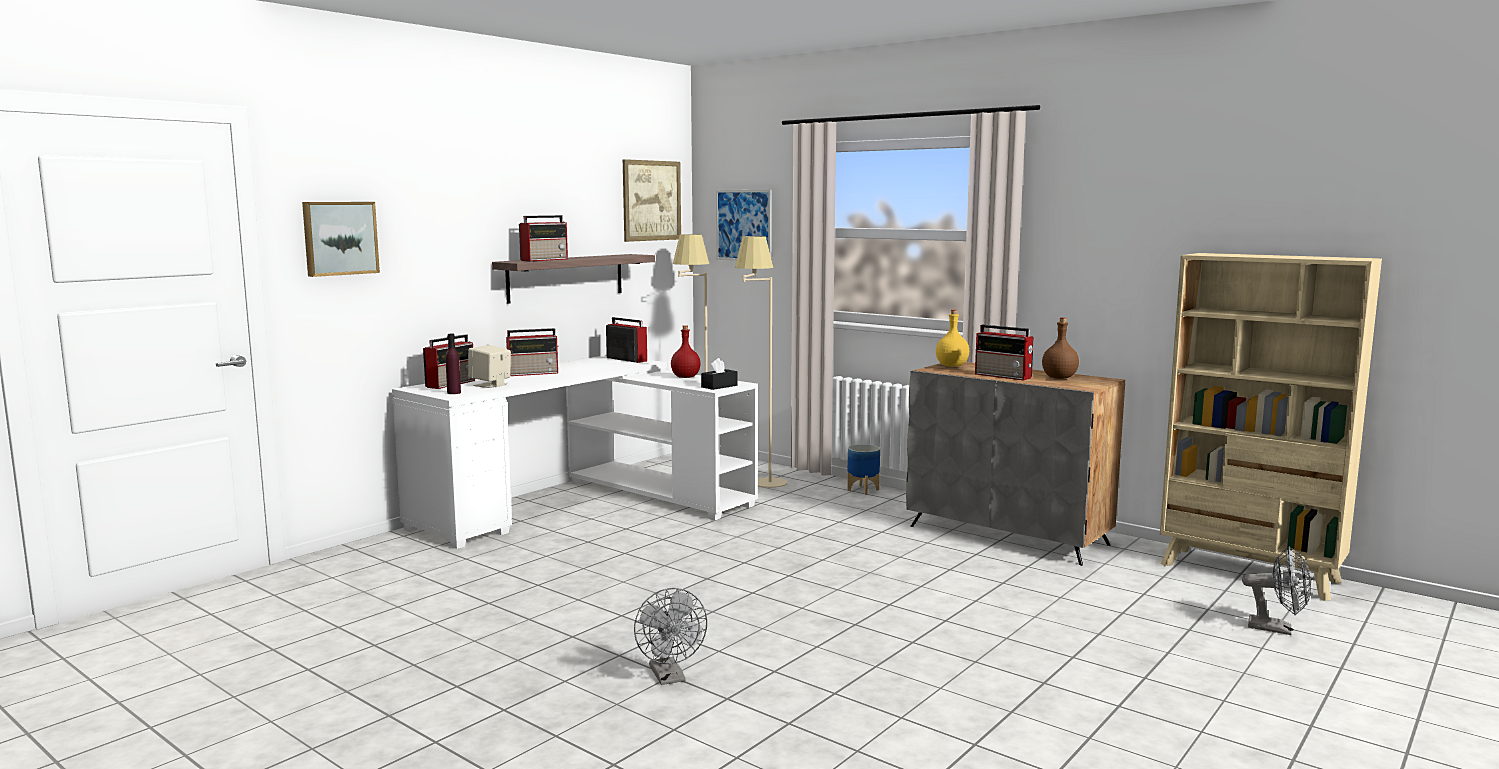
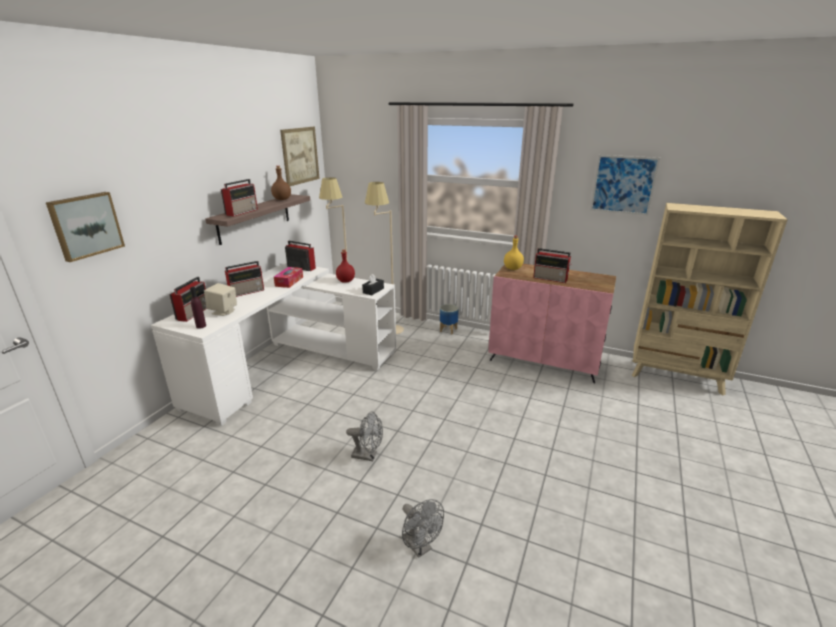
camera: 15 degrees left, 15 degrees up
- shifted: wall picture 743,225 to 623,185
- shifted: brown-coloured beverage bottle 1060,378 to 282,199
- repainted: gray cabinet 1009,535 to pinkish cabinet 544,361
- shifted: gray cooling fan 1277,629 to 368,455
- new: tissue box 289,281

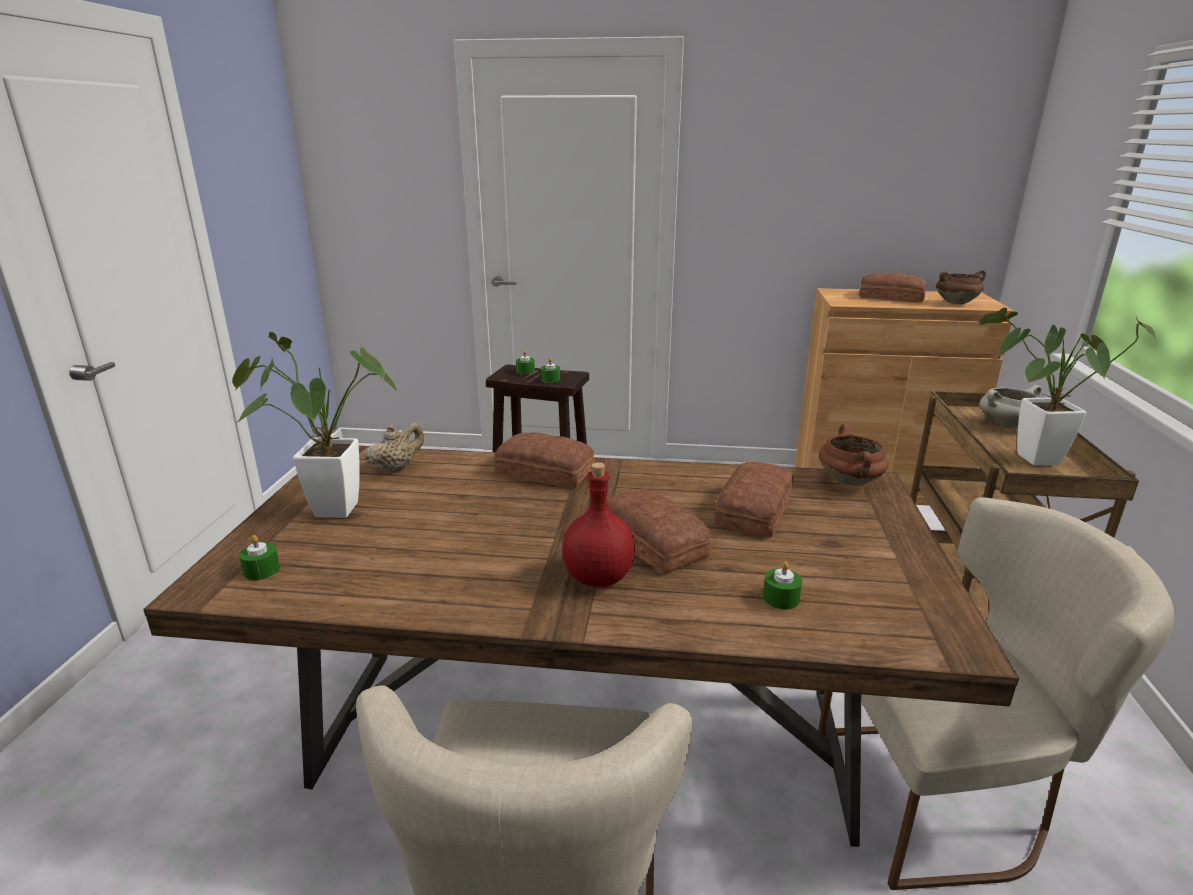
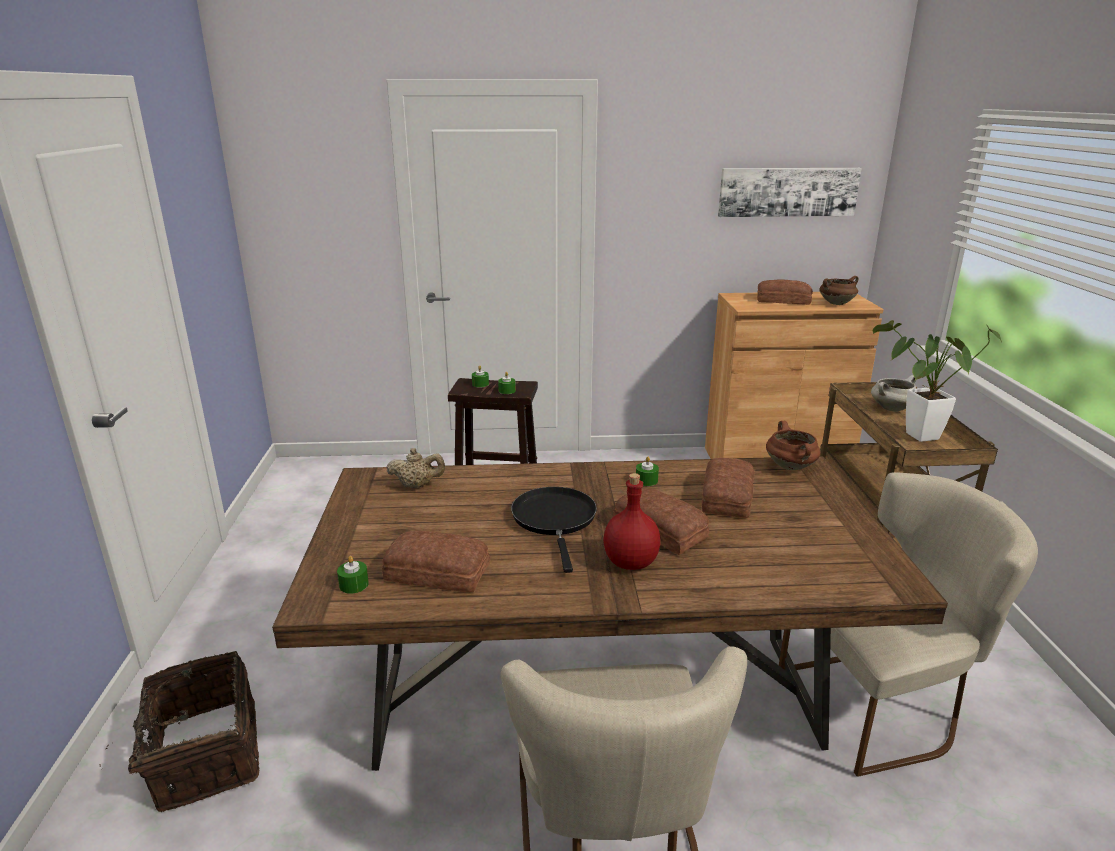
camera: 10 degrees left, 0 degrees up
- gone: houseplant 326,509
- rotated: sand-coloured teapot 397,468 = 417,485 60 degrees clockwise
- shifted: bakery bread 545,472 to 437,573
- shifted: green-coloured candle 781,598 to 646,480
- new: wall picture 787,192
- new: black-coloured frying pan 555,520
- new: basket 203,756

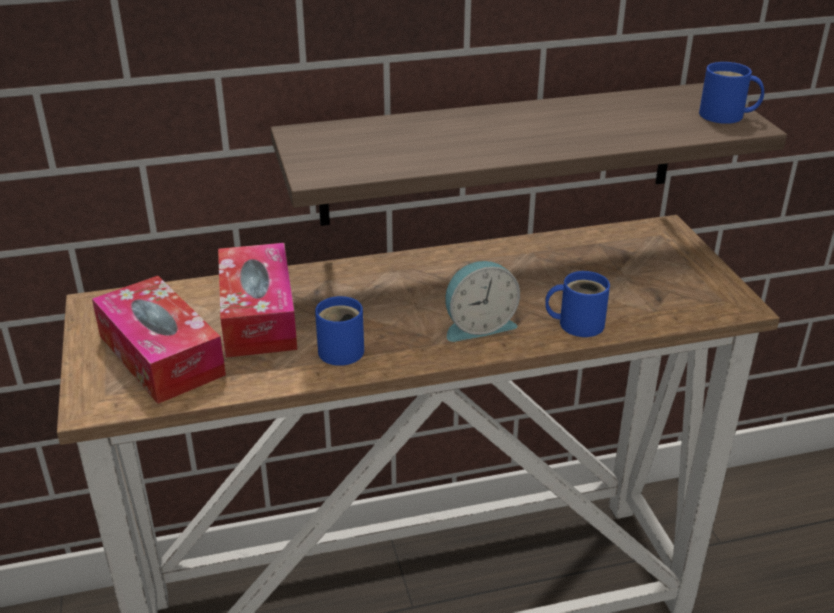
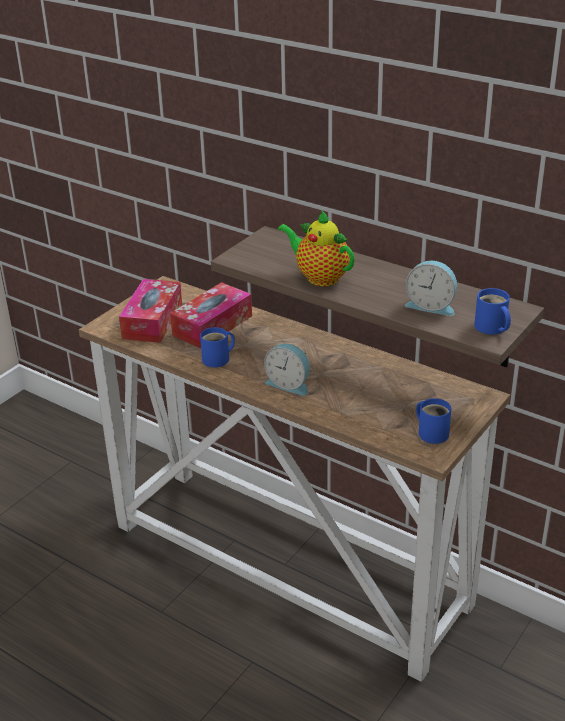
camera: 50 degrees right, 0 degrees up
- shifted: blue-coloured tea mug 577,323 to 432,432
- new: teapot 319,277
- new: alarm clock 431,306

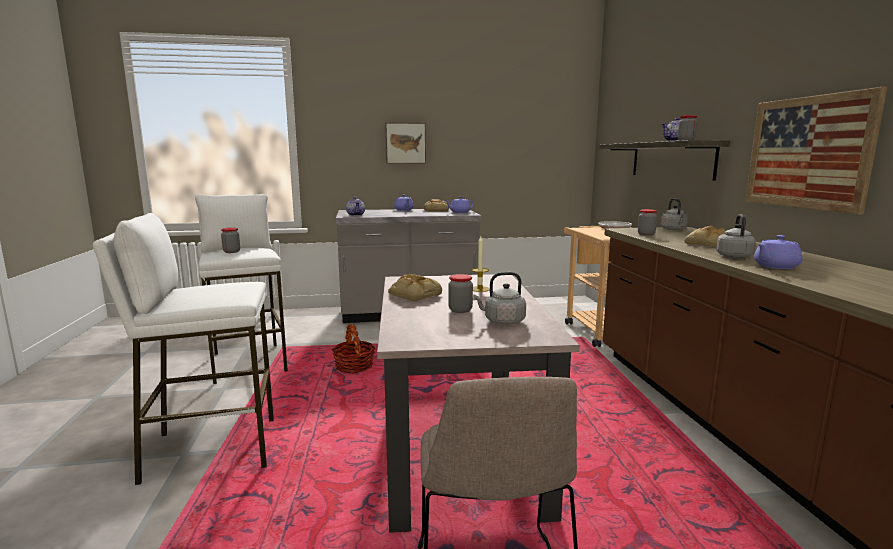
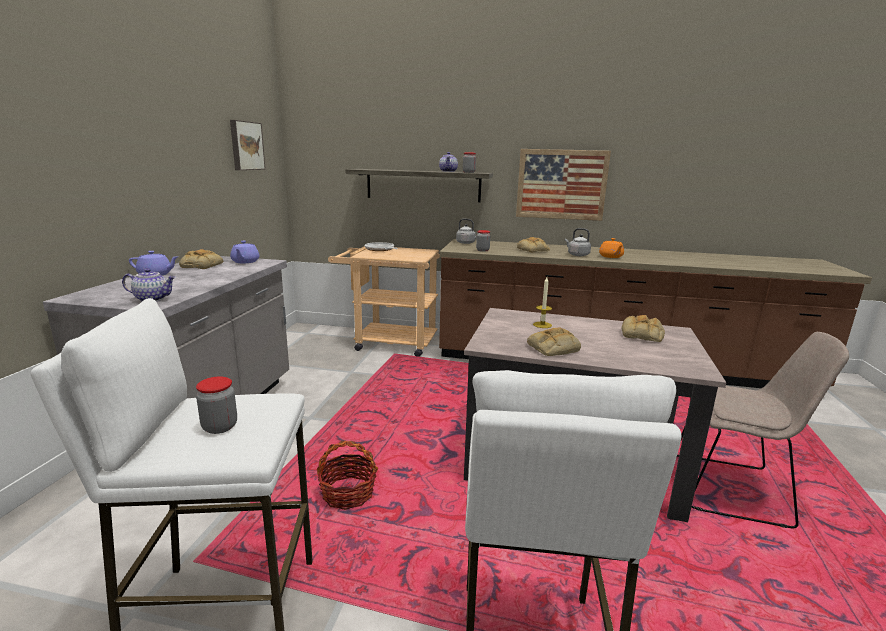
camera: 70 degrees left, 5 degrees up
- shifted: wall picture 405,143 to 246,145
- repainted: purple-coloured teapot 775,266 to orange teapot 611,257
- swapped: gray water kettle 502,321 to bakery bread 642,335
- gone: preserve jar 460,310

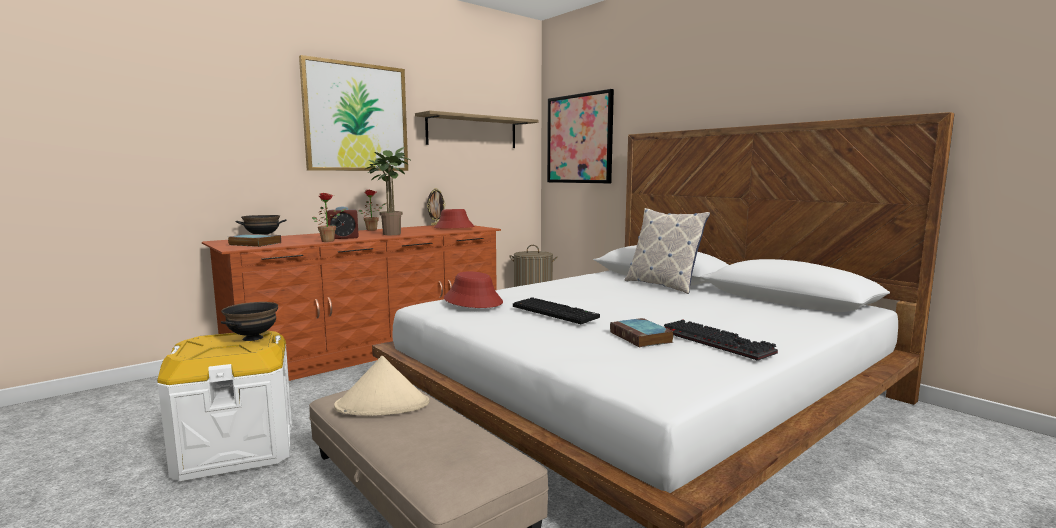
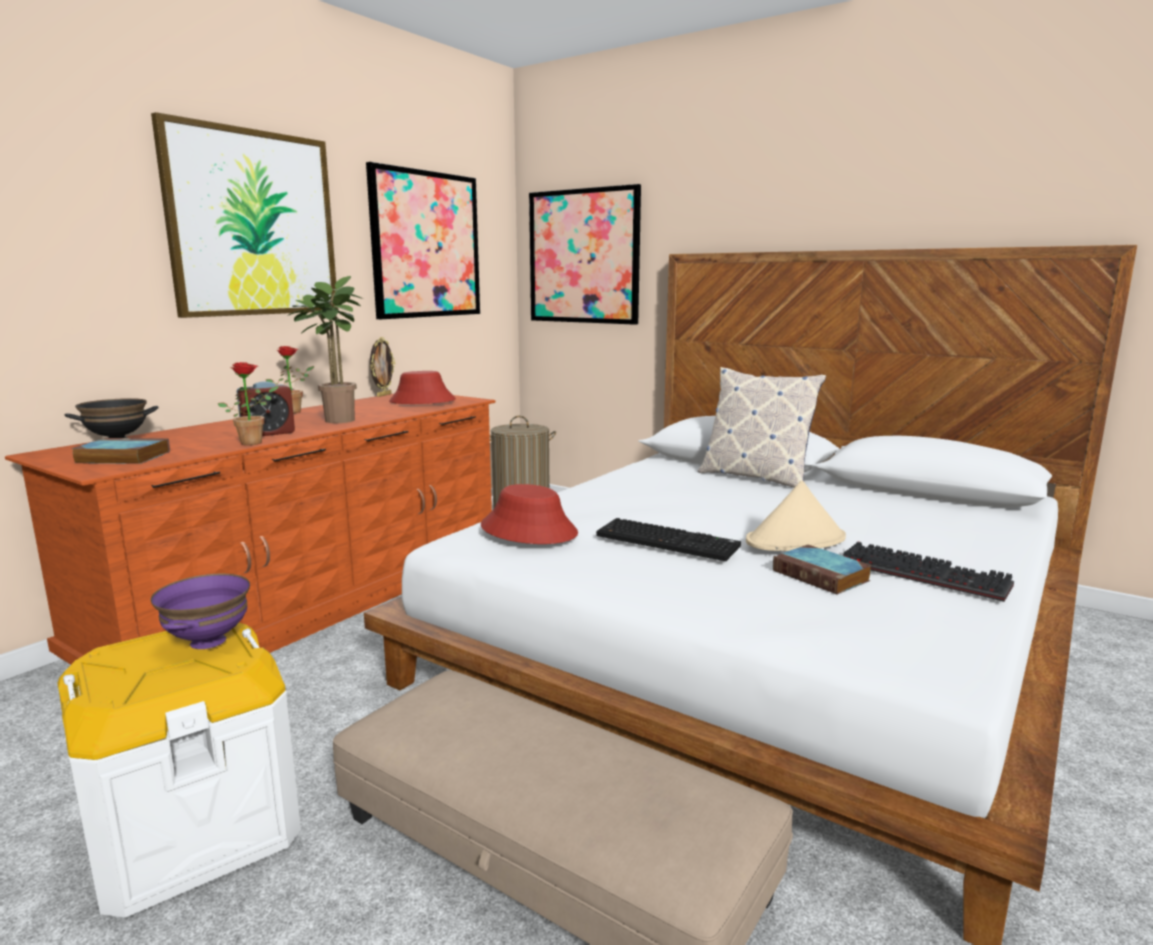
camera: 15 degrees left, 5 degrees up
- swapped: wall shelf 472,132 to wall picture 426,245
- repainted: black-coloured bowl 253,338 to purple-coloured bowl 209,641
- shifted: sand-coloured wearable hat 383,405 to 796,540

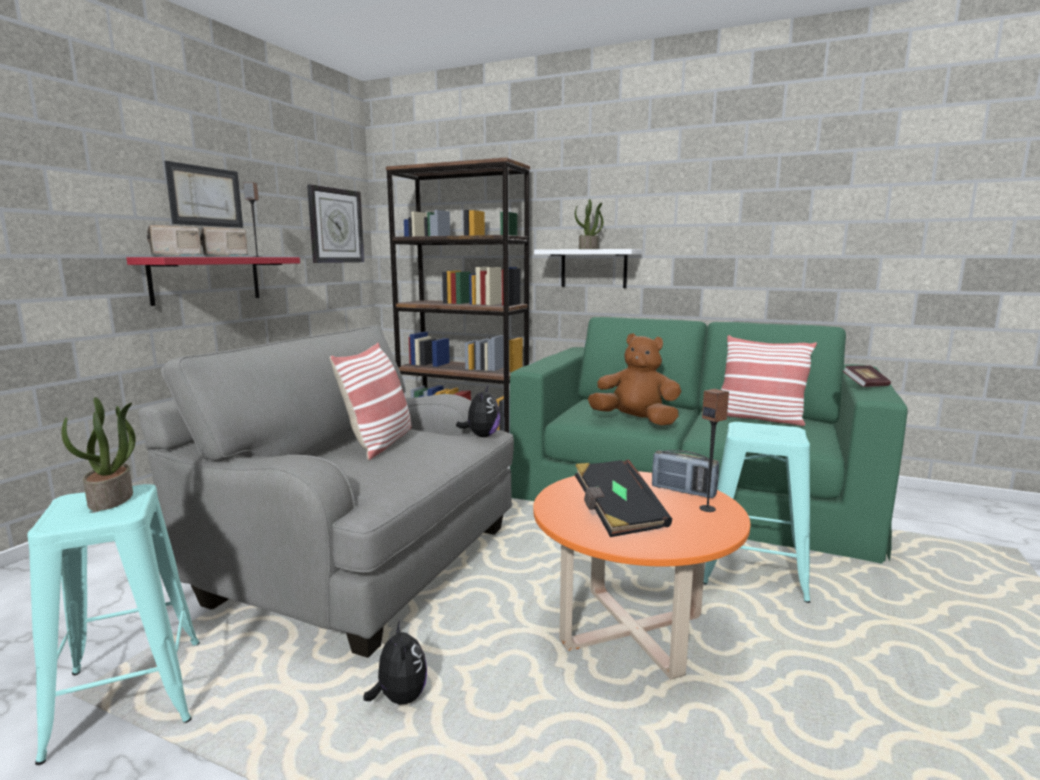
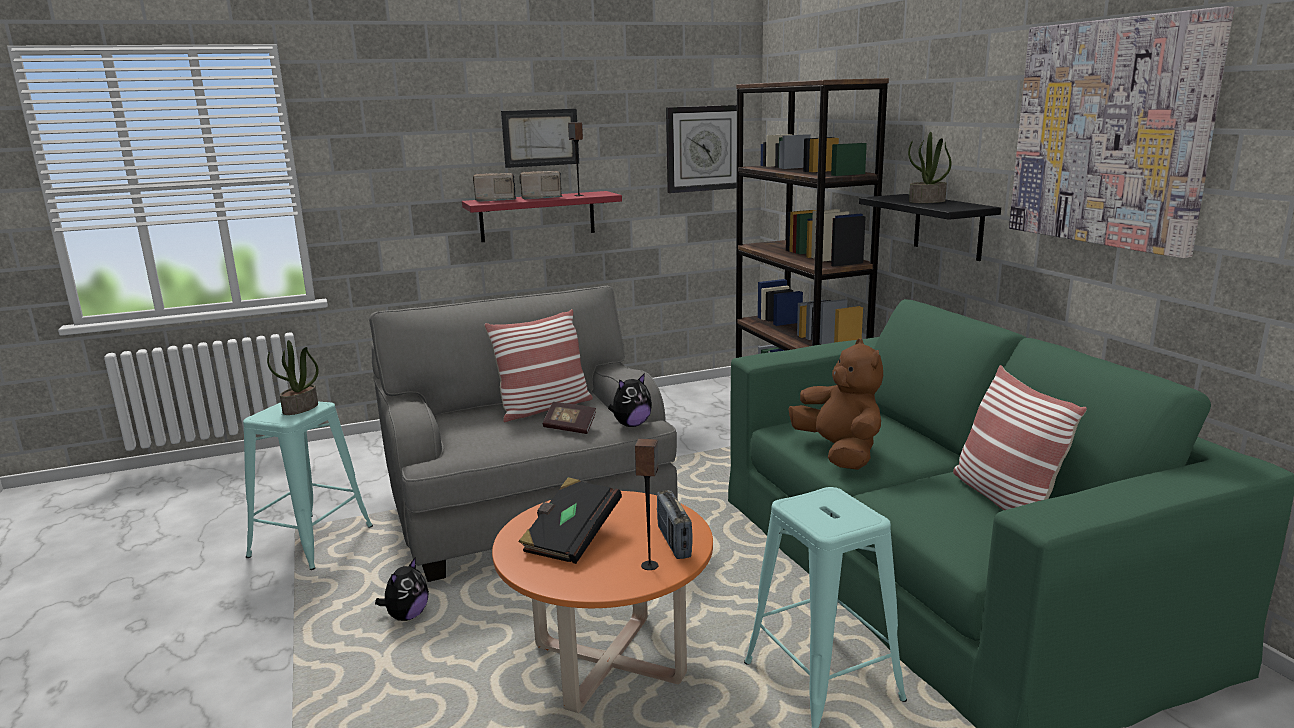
camera: 45 degrees right, 5 degrees up
- repainted: white-coloured wall shelf 593,268 to black-coloured wall shelf 948,226
- shifted: book 865,386 to 570,428
- new: wall picture 1109,133

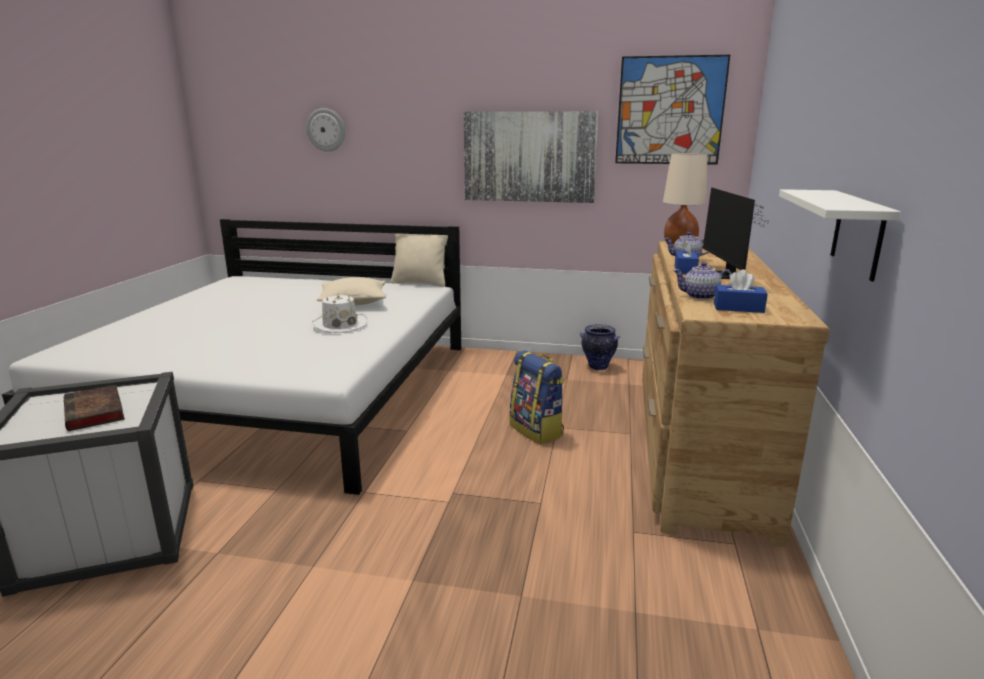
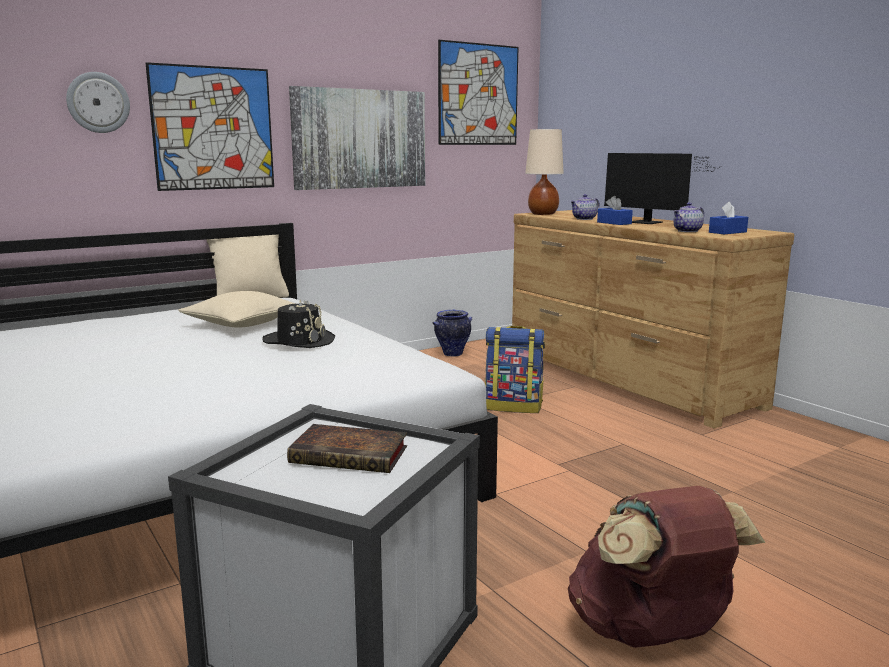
camera: 45 degrees left, 5 degrees down
- gone: white-coloured wall shelf 858,233
- repainted: white-coloured wearable hat 340,324 to black-coloured wearable hat 299,341
- new: wall picture 213,128
- new: brown-coloured rucksack 651,633

